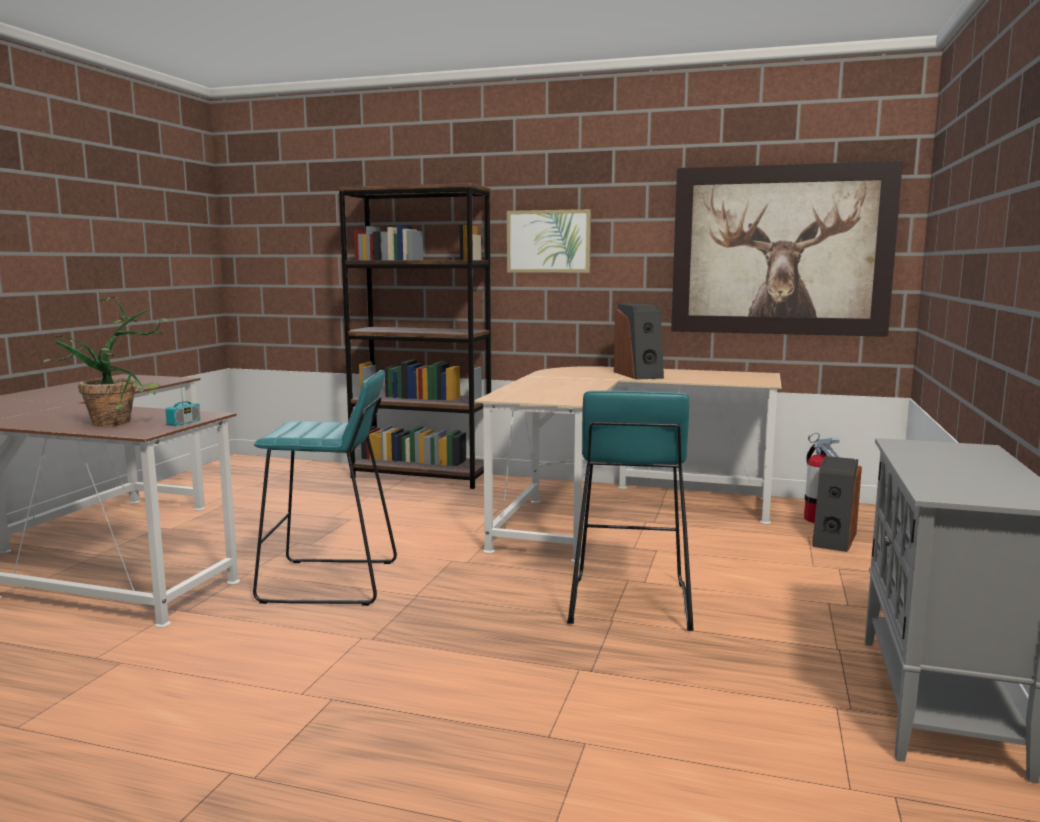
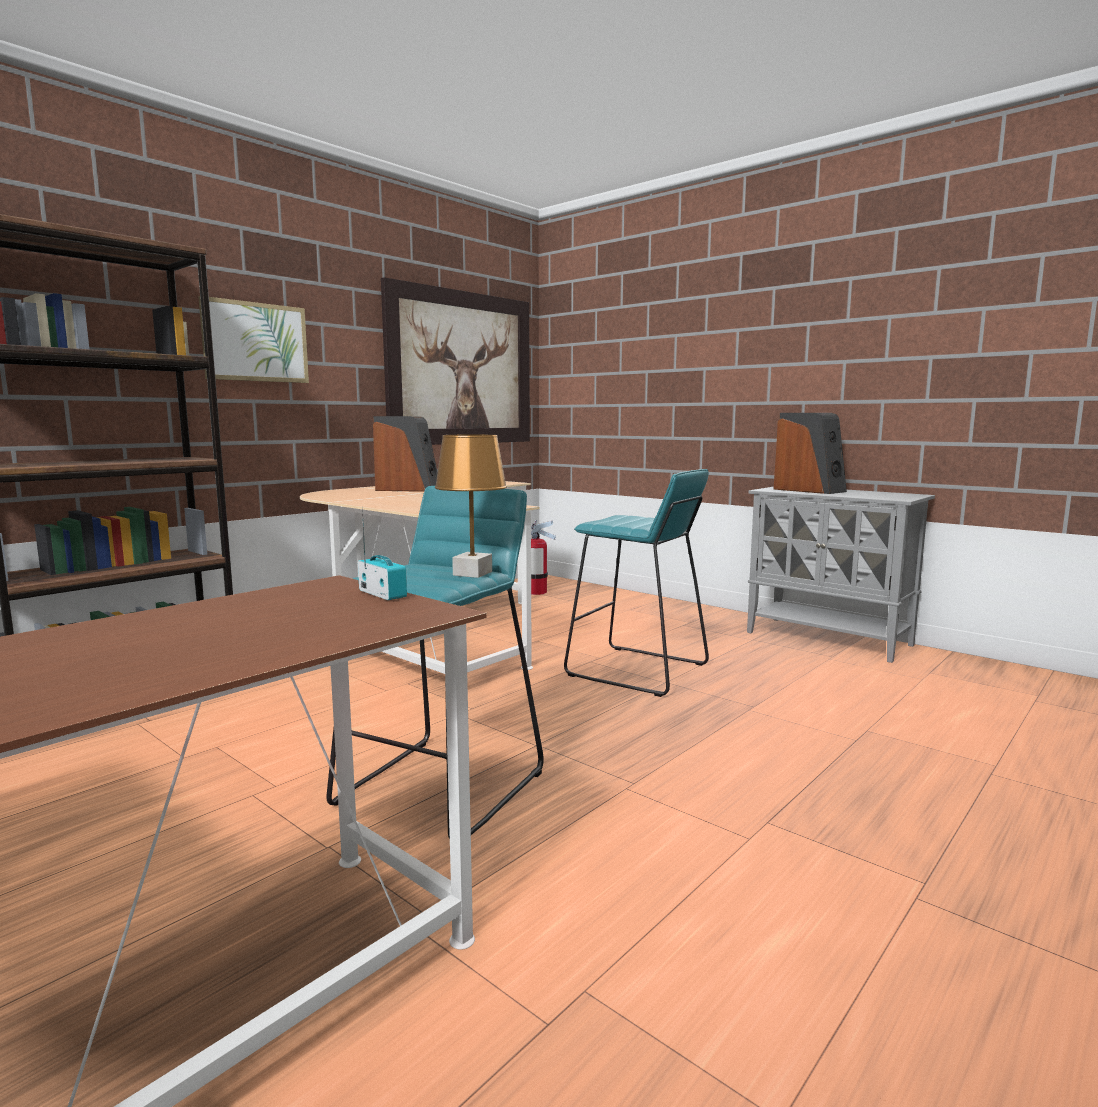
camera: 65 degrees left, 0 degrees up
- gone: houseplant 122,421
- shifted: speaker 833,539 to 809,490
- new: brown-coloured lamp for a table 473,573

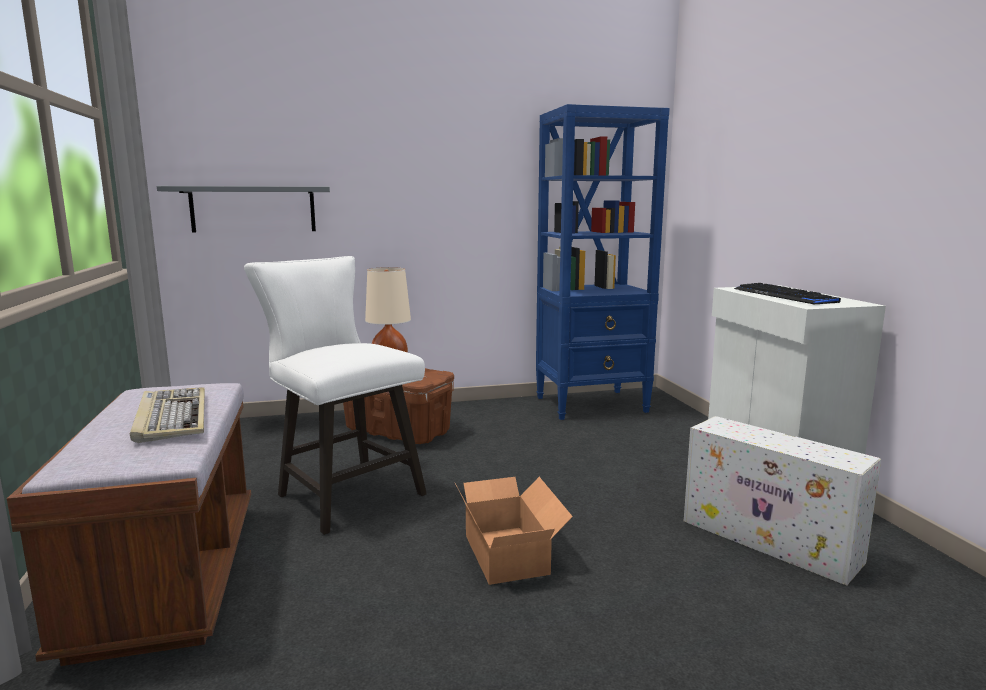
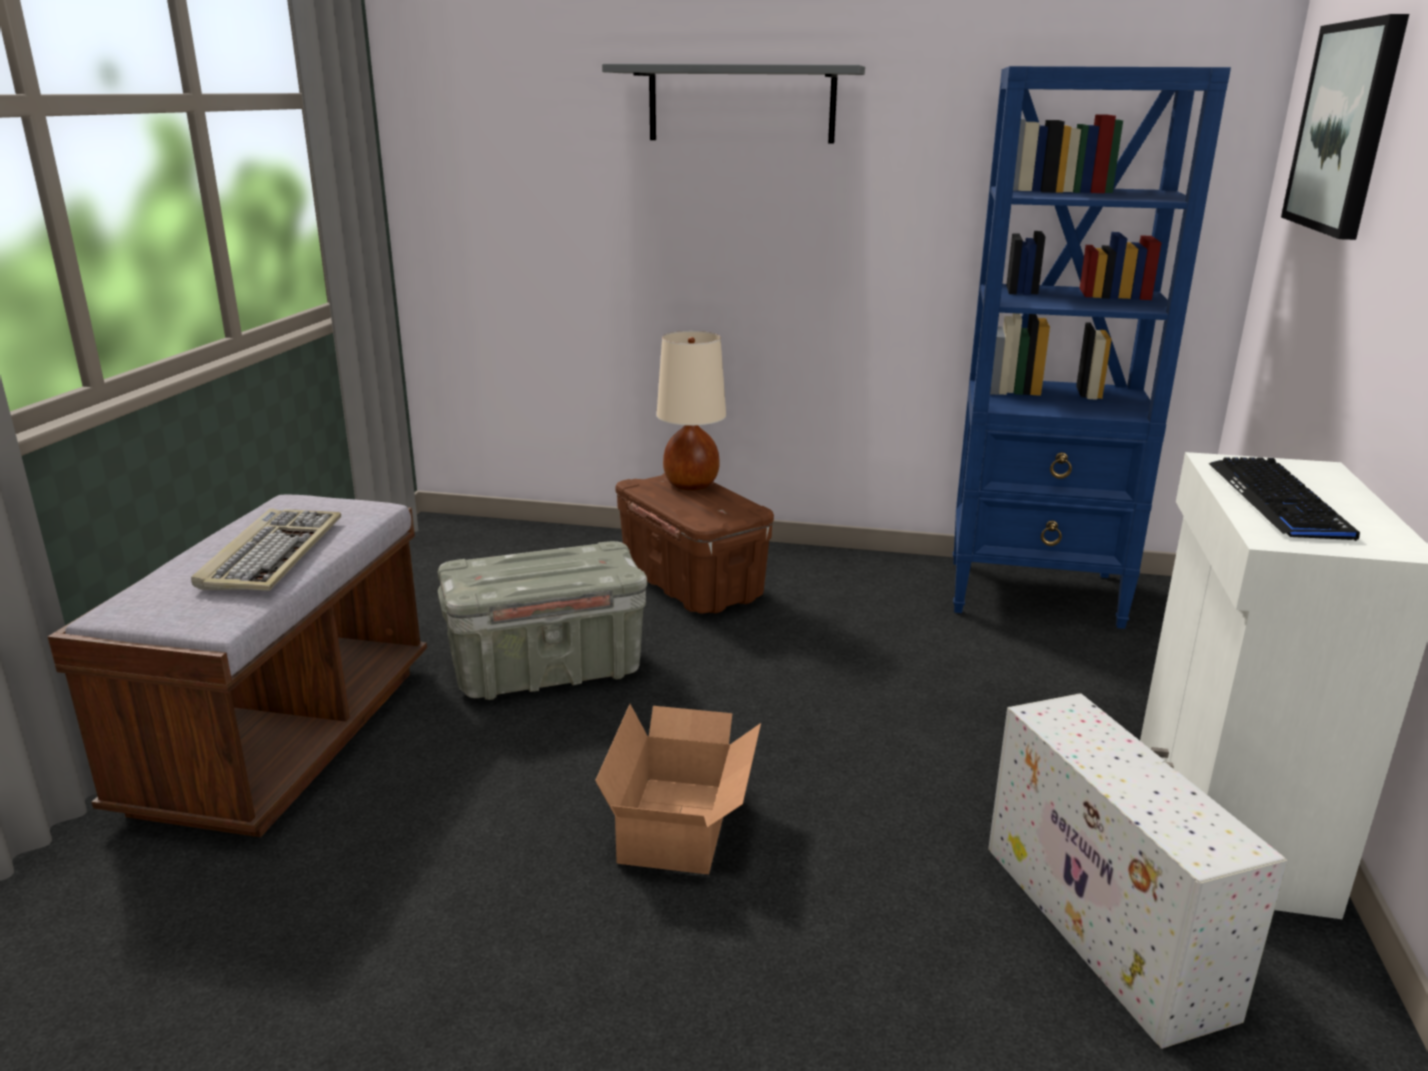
camera: 25 degrees right, 10 degrees up
- shifted: gray wall shelf 253,209 to 741,104
- swapped: white-coloured upright chair 344,492 to gray storage box 548,669
- new: wall picture 1345,127

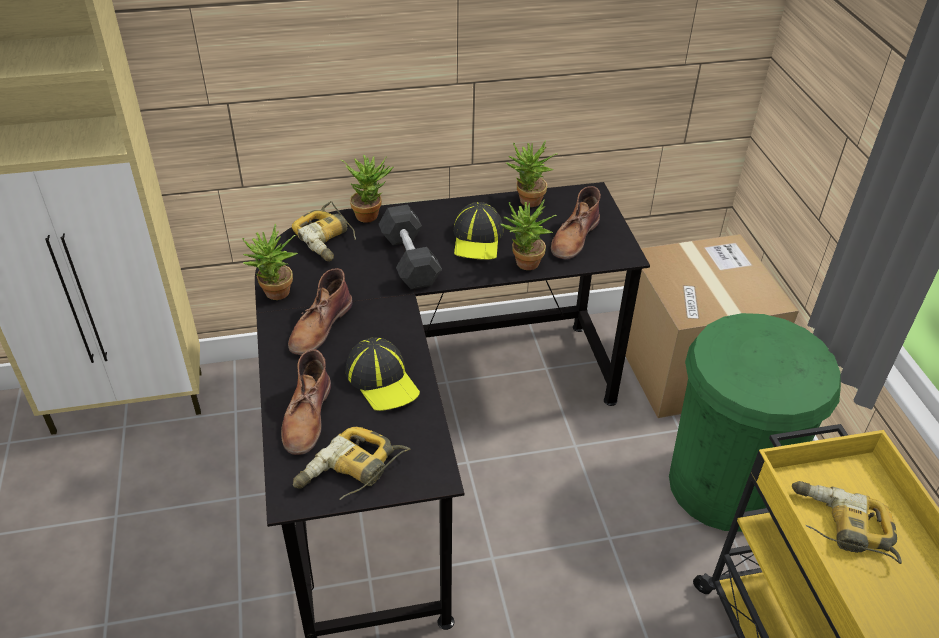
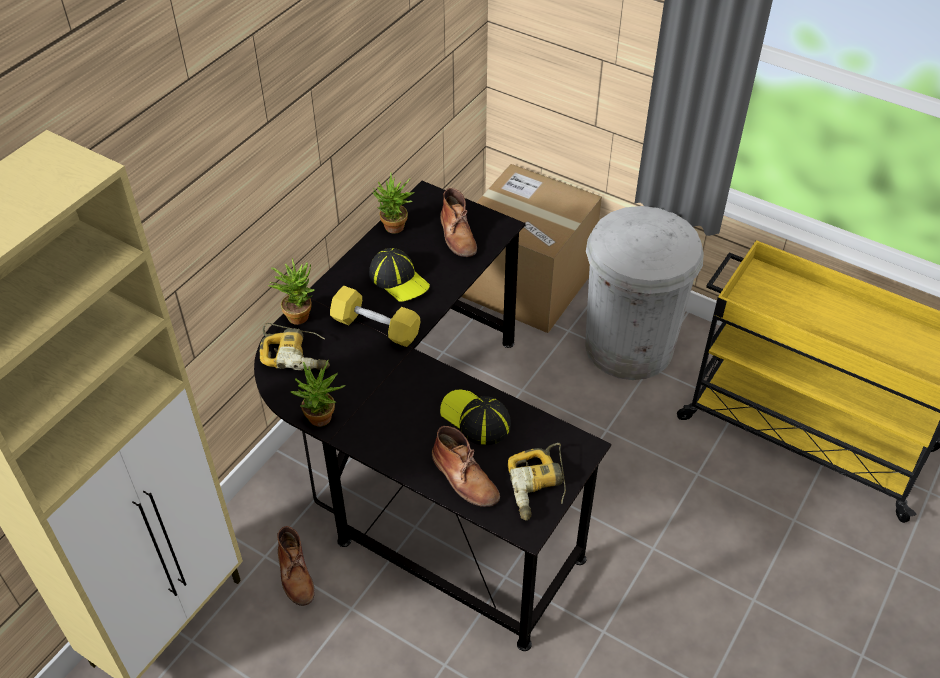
camera: 45 degrees left, 5 degrees up
- gone: houseplant 524,265
- repainted: black-coloured dumbbell 409,260 to yellow-coloured dumbbell 376,327
- shifted: brown-coloured tall boot 320,326 to 295,574
- repainted: green-coloured rubbish bin 724,485 to white-coloured rubbish bin 629,346
- rotated: cap 382,380 = 475,419 150 degrees counterclockwise
- gone: electric drill 840,527

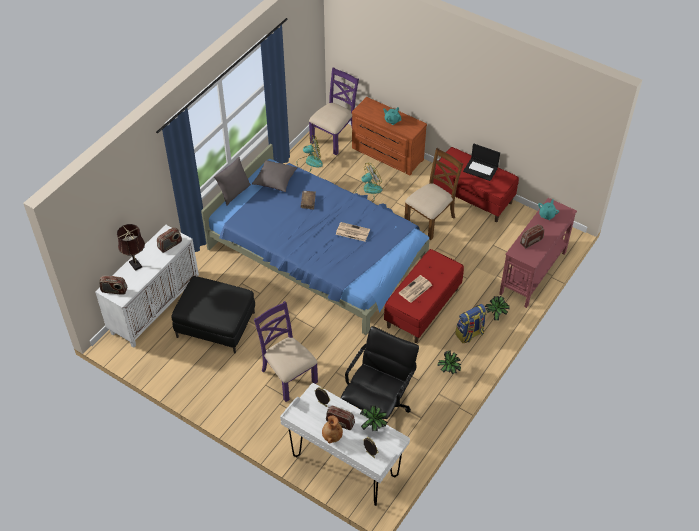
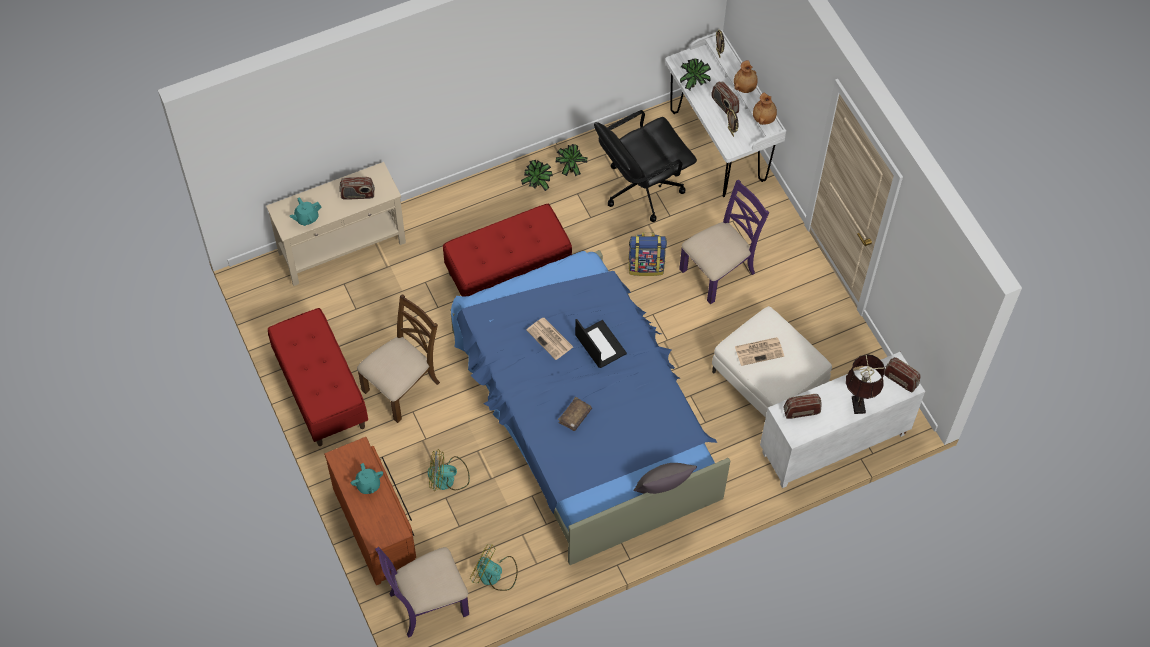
camera: 150 degrees left, 10 degrees up
- shifted: notebook computer 481,169 to 599,344
- rotated: brown-coloured upright chair 430,220 = 402,386 150 degrees clockwise
- gone: gray pillow 275,181
- repainted: reddish console table 532,273 to sand-coloured console table 343,248
- shifted: daily paper 415,289 to 759,351
- repainted: black-coloured ottoman 215,324 to white-coloured ottoman 768,380
- shifted: houseplant 496,316 to 570,169
- rotated: purple-coloured upright chair 288,376 = 718,271 120 degrees counterclockwise
- shifted: rucksack 469,334 to 646,266
- new: brown-coloured flower vase 764,118

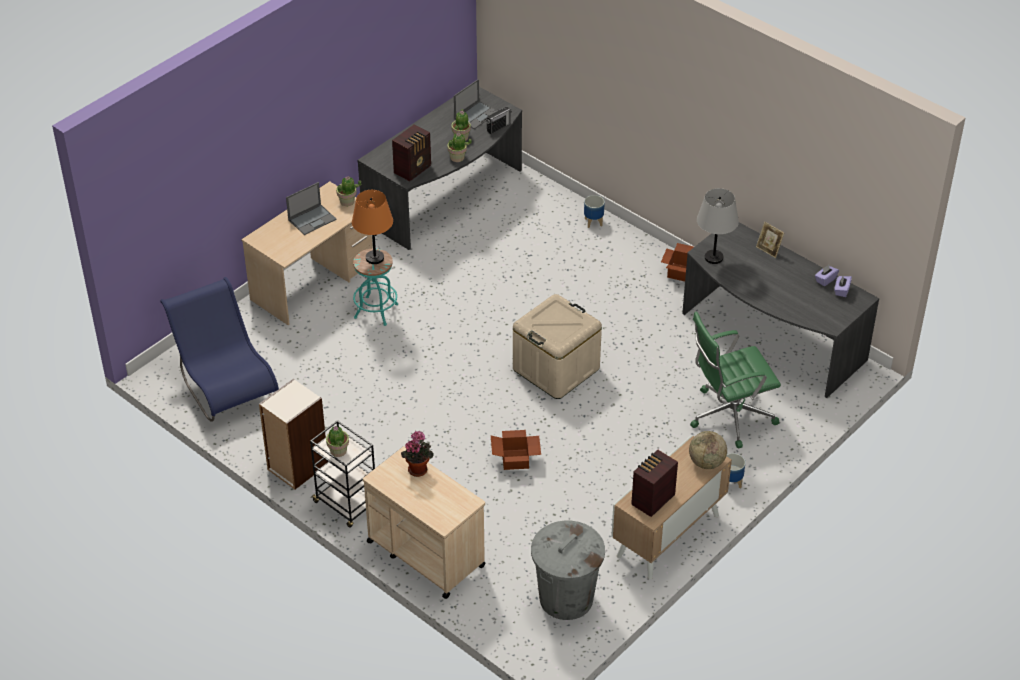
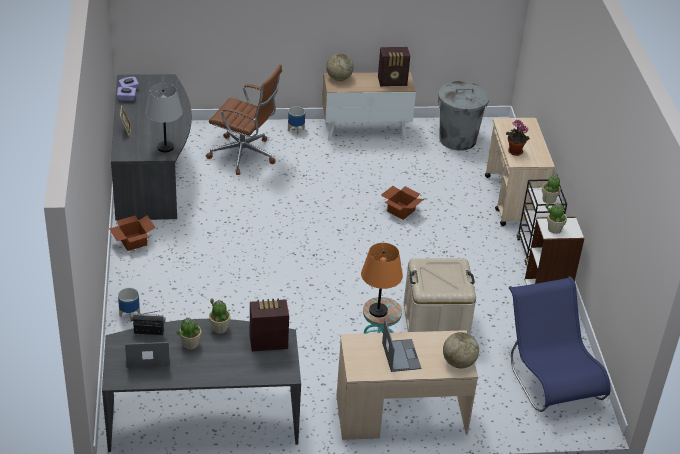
camera: 140 degrees left, 5 degrees down
- shifted: houseplant 347,201 to 554,229
- rotated: notebook computer 312,219 = 400,355 75 degrees clockwise
- rotated: blue-coloured upright chair 225,384 = 550,377 150 degrees clockwise
- shifted: sand-coloured storage box 556,369 to 436,321
- repainted: green-coloured desk chair 729,416 to brown-coloured desk chair 244,155
- new: desk globe 458,363

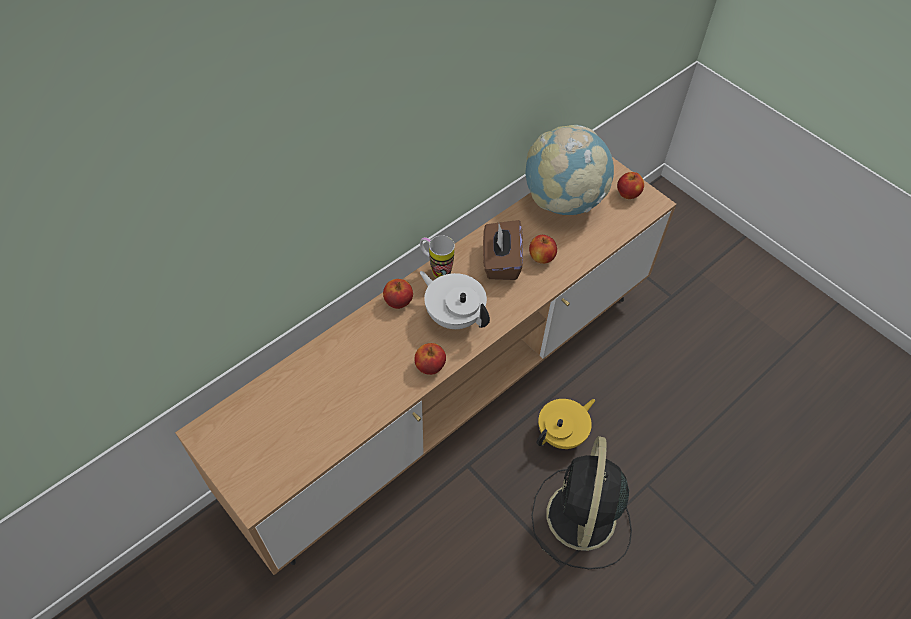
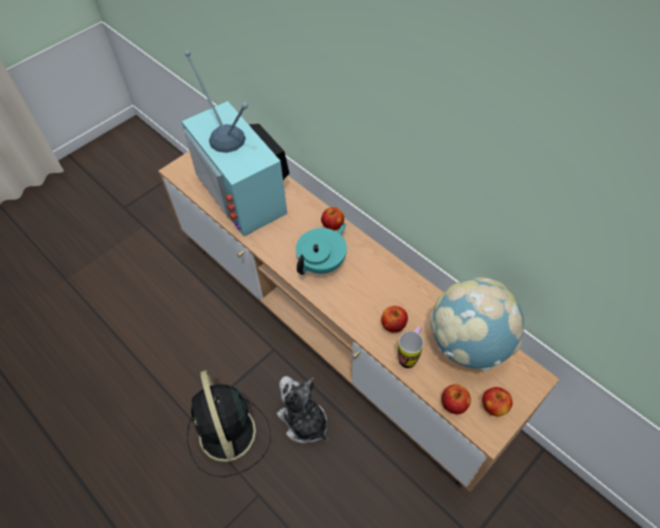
camera: 90 degrees right, 0 degrees up
- gone: brown-coloured tissue box 500,262
- shifted: tea mug 436,269 to 409,355
- repainted: white-coloured teapot 454,315 to turquoise-coloured teapot 323,263
- shifted: whole apple 430,366 to 453,404
- swapped: yellow-coloured teapot 562,434 to cuddly toy 303,421
- rotated: black-coloured cooling fan 580,519 = 228,435 120 degrees counterclockwise
- new: TV set 246,192

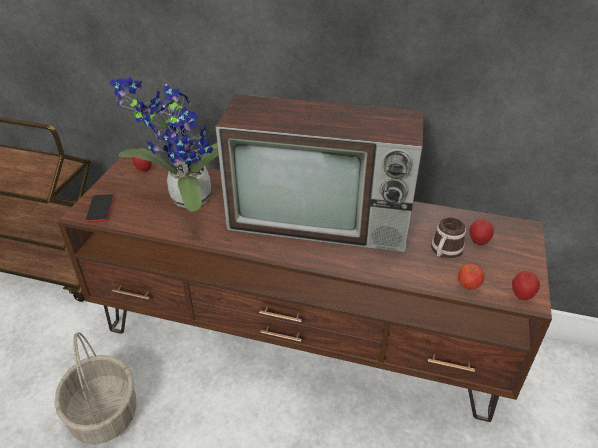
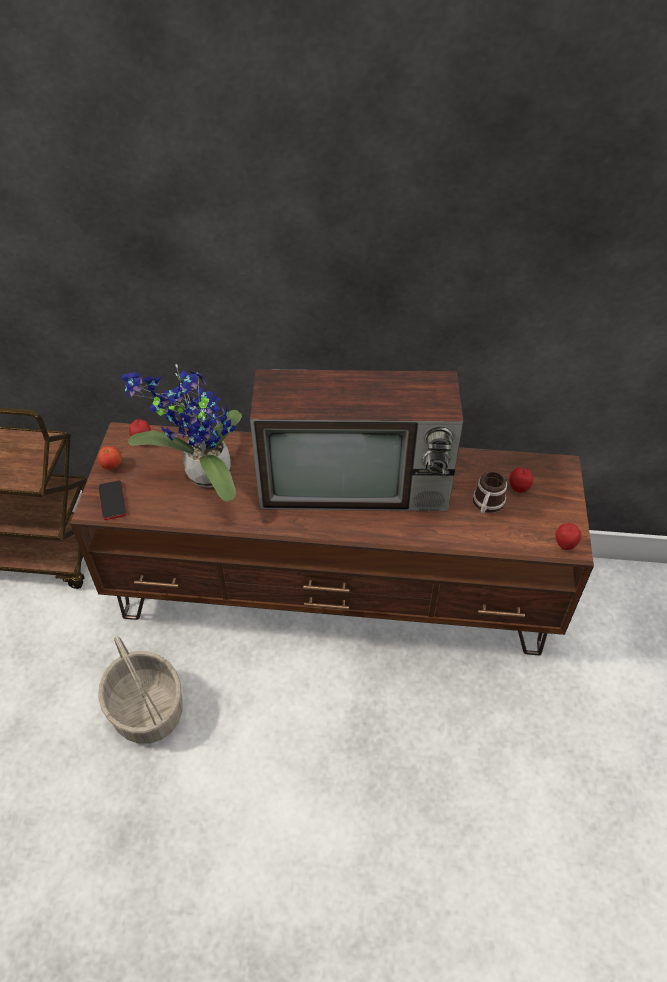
camera: 10 degrees left, 10 degrees up
- shifted: whole apple 468,285 to 112,465

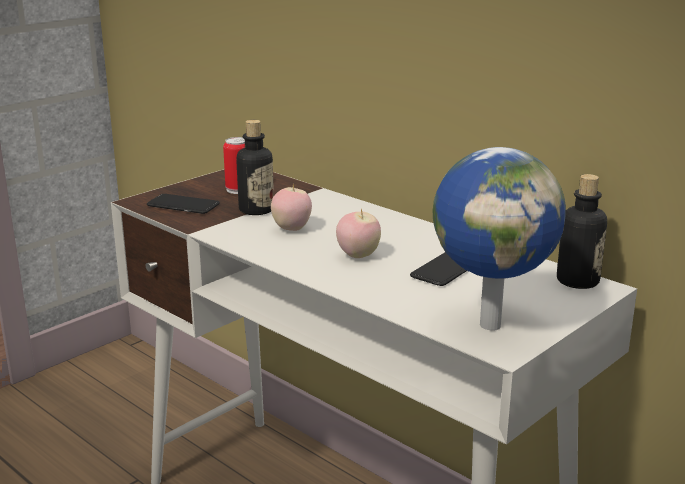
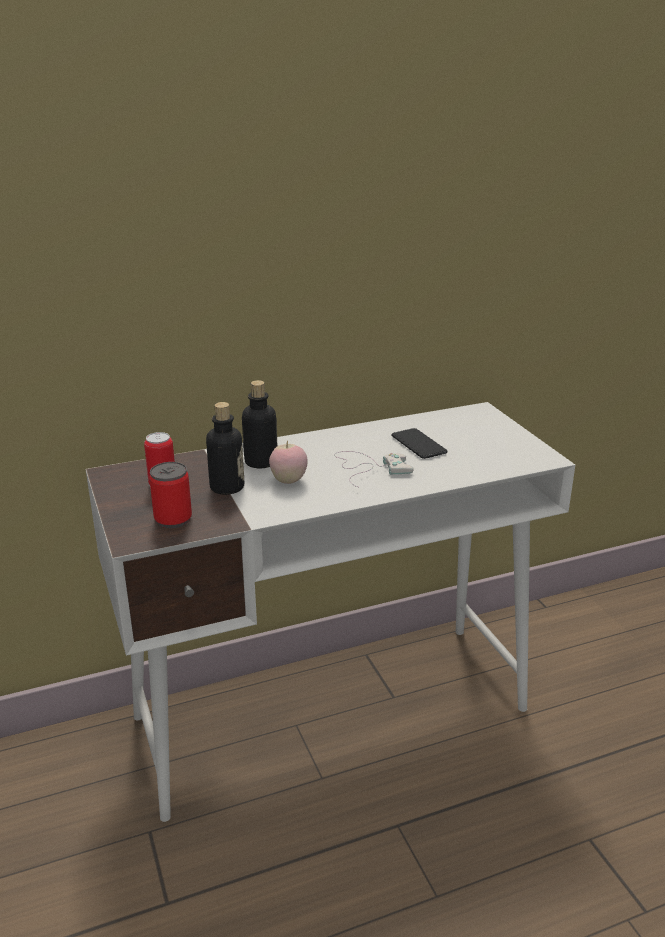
camera: 65 degrees left, 5 degrees up
- gone: desk globe 490,324
- shifted: beverage bottle 577,281 to 261,462
- swapped: telephone 183,205 to metal can 173,519
- swapped: whole apple 358,255 to white-coloured gamepad 369,468

